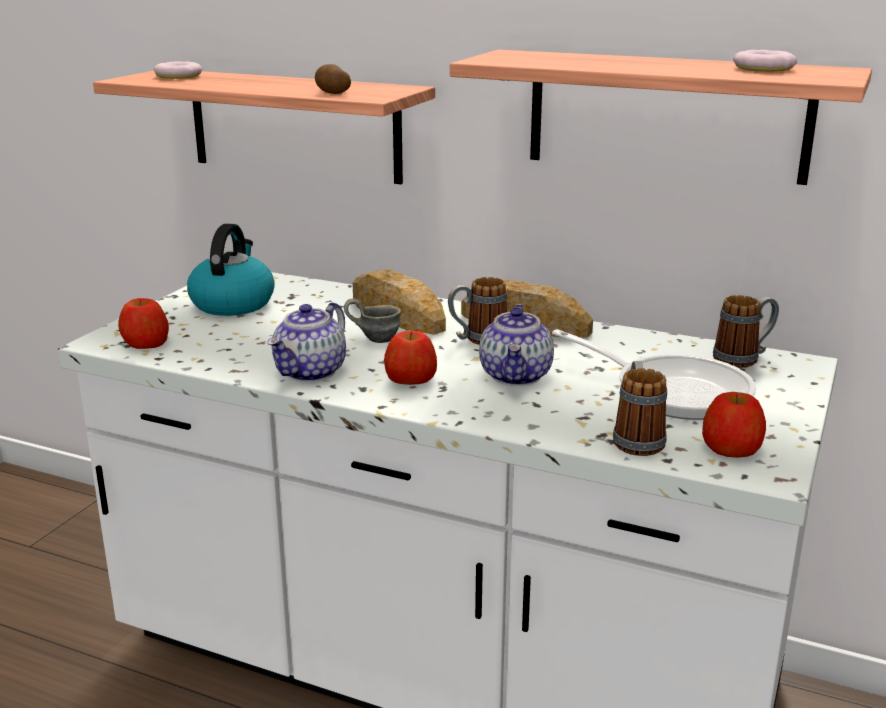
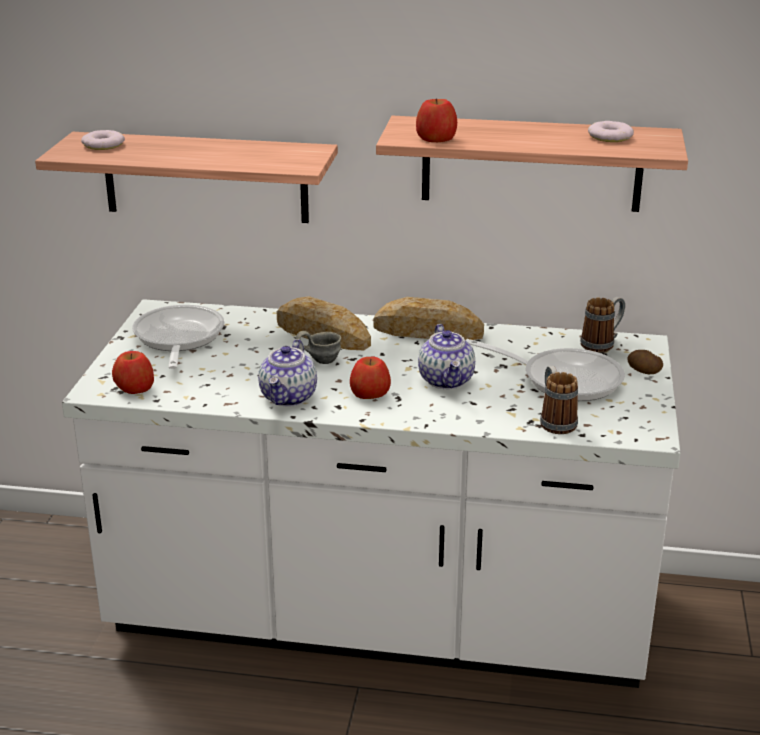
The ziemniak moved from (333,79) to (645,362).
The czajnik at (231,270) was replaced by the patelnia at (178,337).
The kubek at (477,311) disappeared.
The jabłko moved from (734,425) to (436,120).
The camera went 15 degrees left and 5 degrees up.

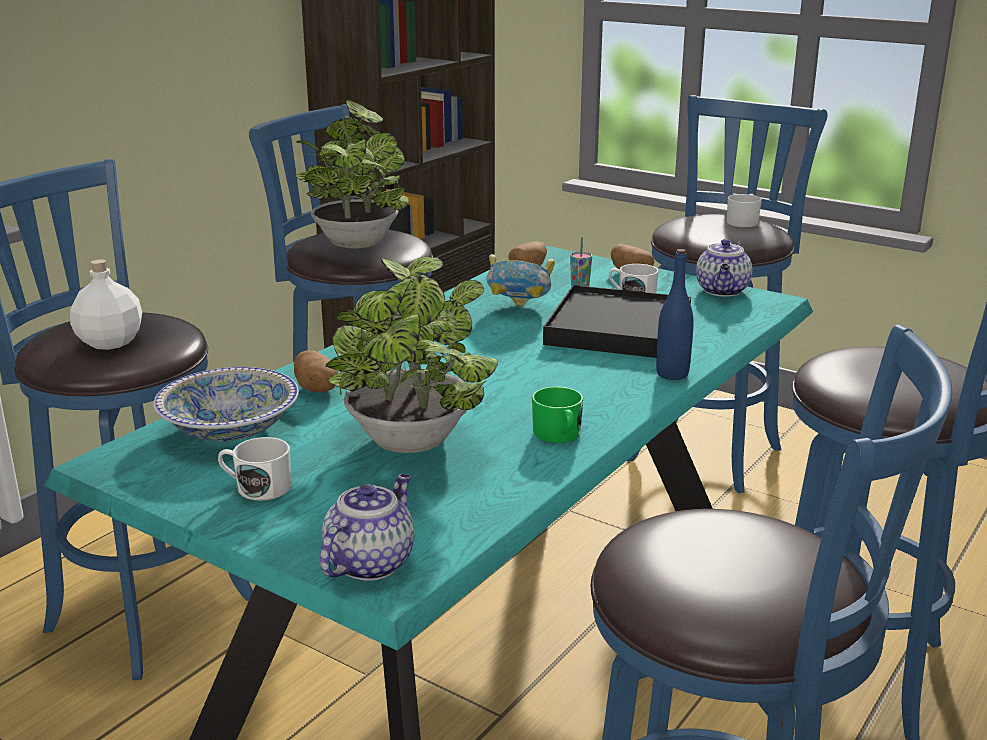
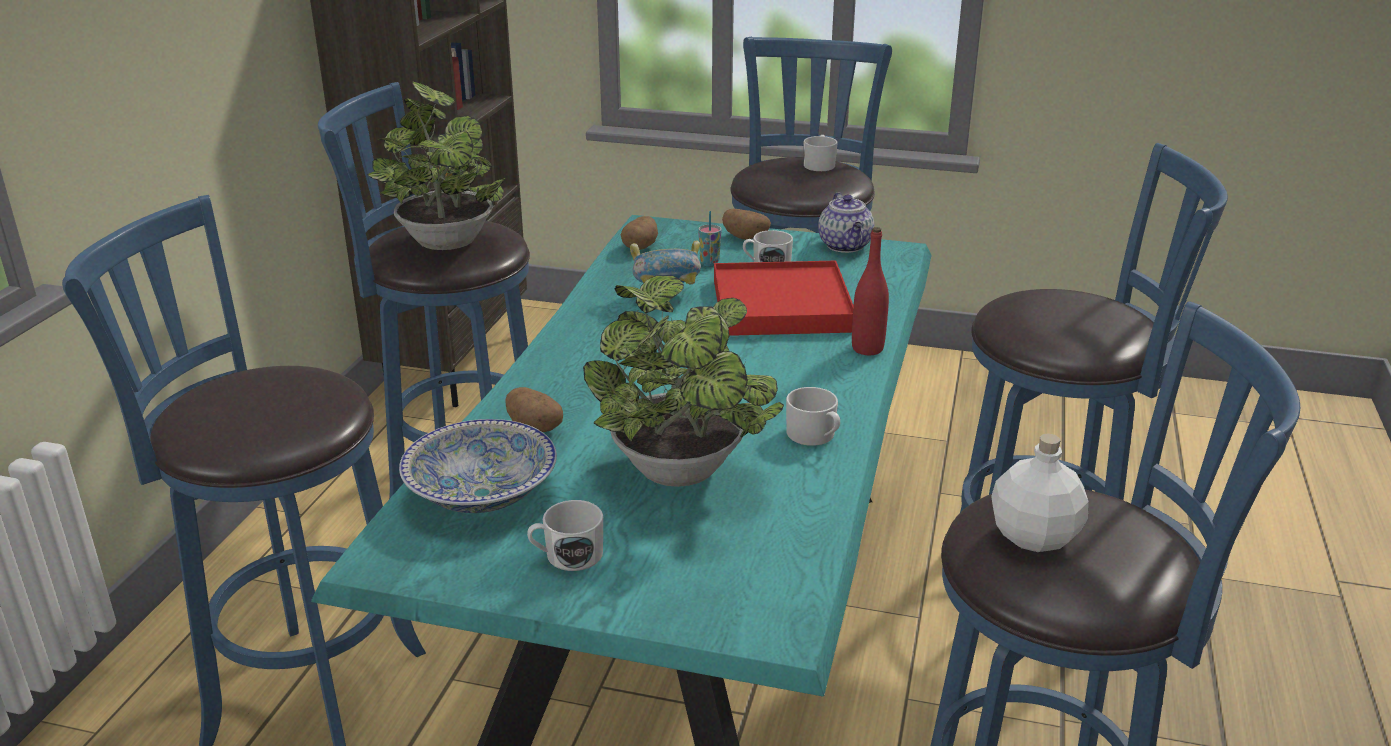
The butelka [niebieski] at (674,314) became the butelka [czerwony] at (870,291).
The butelka [biały] moved from (106,304) to (1040,492).
The taca [czarny] at (617,321) became the taca [czerwony] at (784,298).
The kubek [zielony] at (557,415) became the kubek [biały] at (813,416).
The imbryk at (367,527) disappeared.
The camera went 20 degrees left and 5 degrees up.

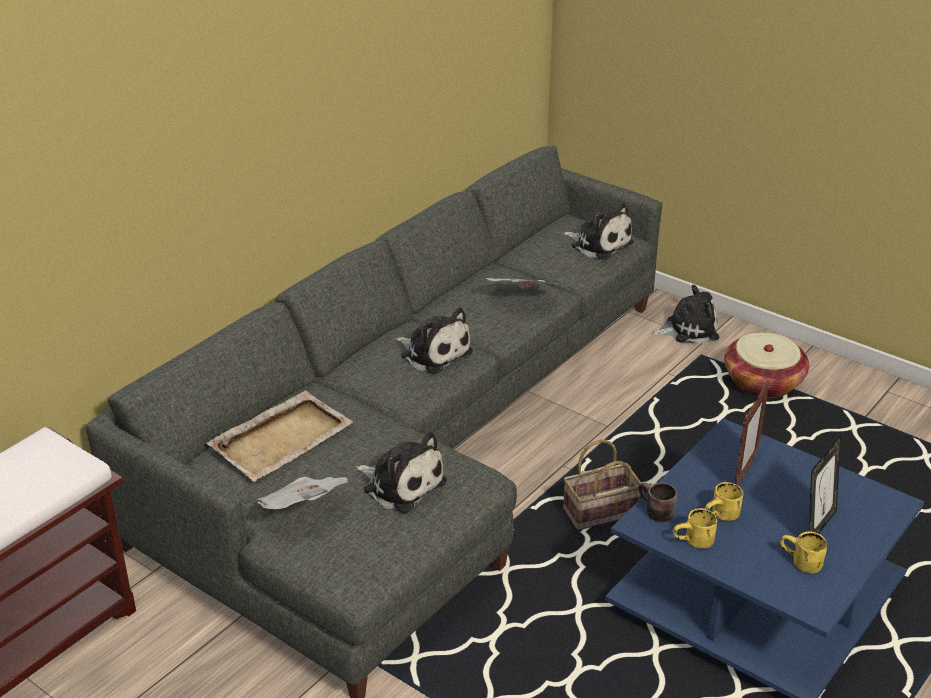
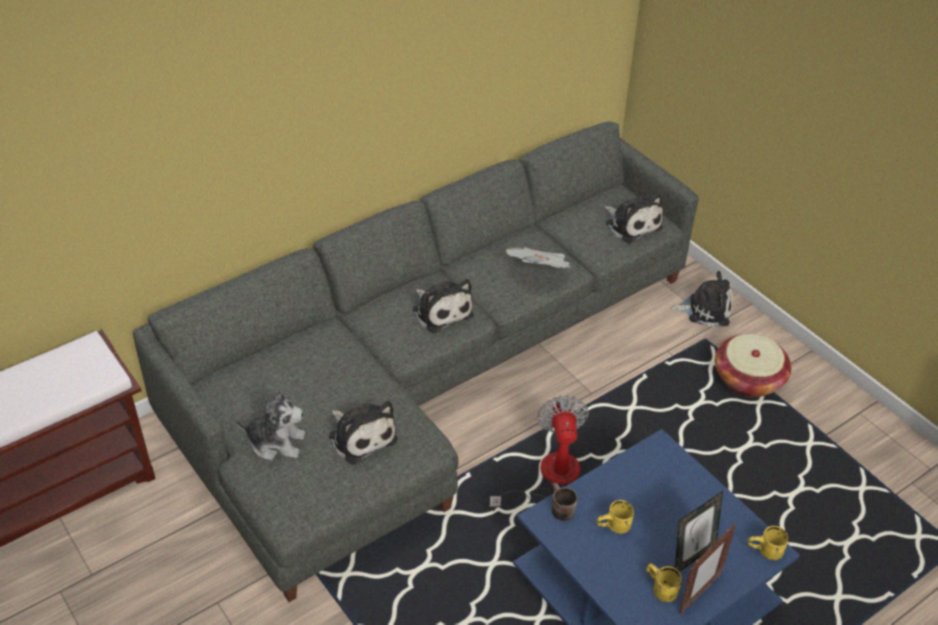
The ramka na zdjęcie moved from (752,433) to (707,569).
The taca [beżowy] at (279,436) disappeared.
The koszyk at (602,484) was replaced by the wentylator at (539,453).
The gazeta at (302,493) was replaced by the pluszak at (270,425).
The kubek [żółty] moved from (695,528) to (768,542).
The camera went 15 degrees right and 10 degrees up.

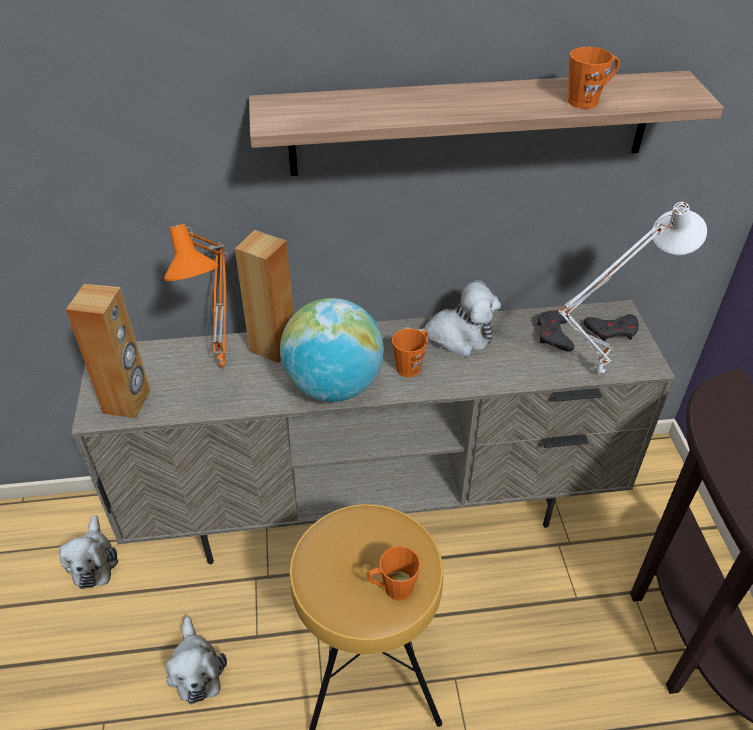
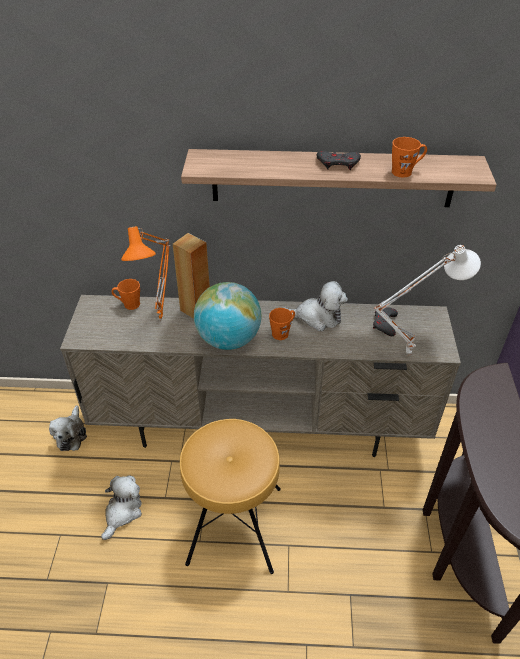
The głośnik [brązowy] at (108,351) disappeared.
The pad do gier [szary] moved from (611,328) to (339,160).
The kubek [pomarańczowy] moved from (394,573) to (126,294).
The pluszak at (196,660) turned 150 degrees counterclockwise.
The camera went 10 degrees right and 0 degrees up.

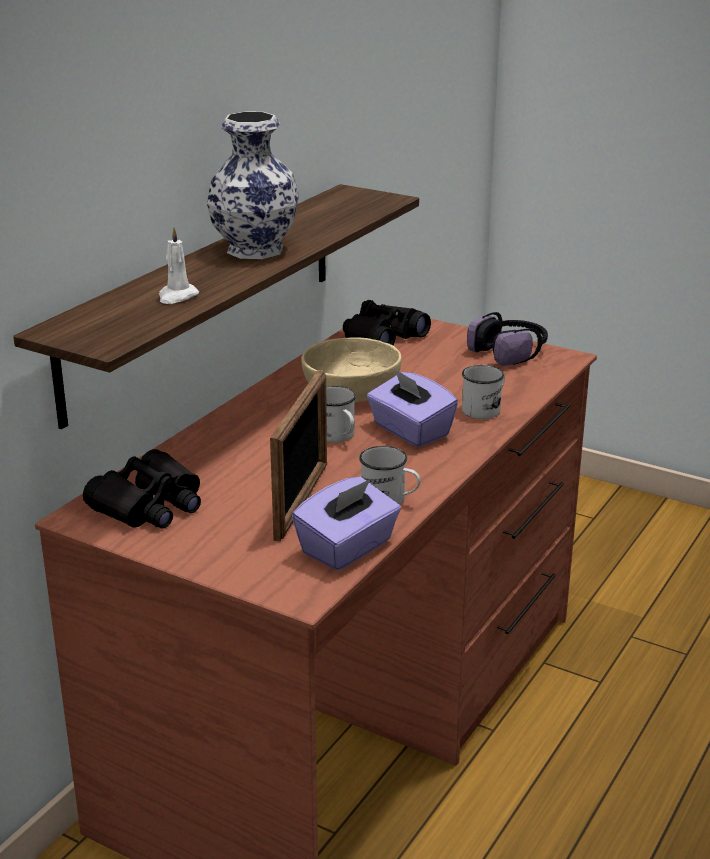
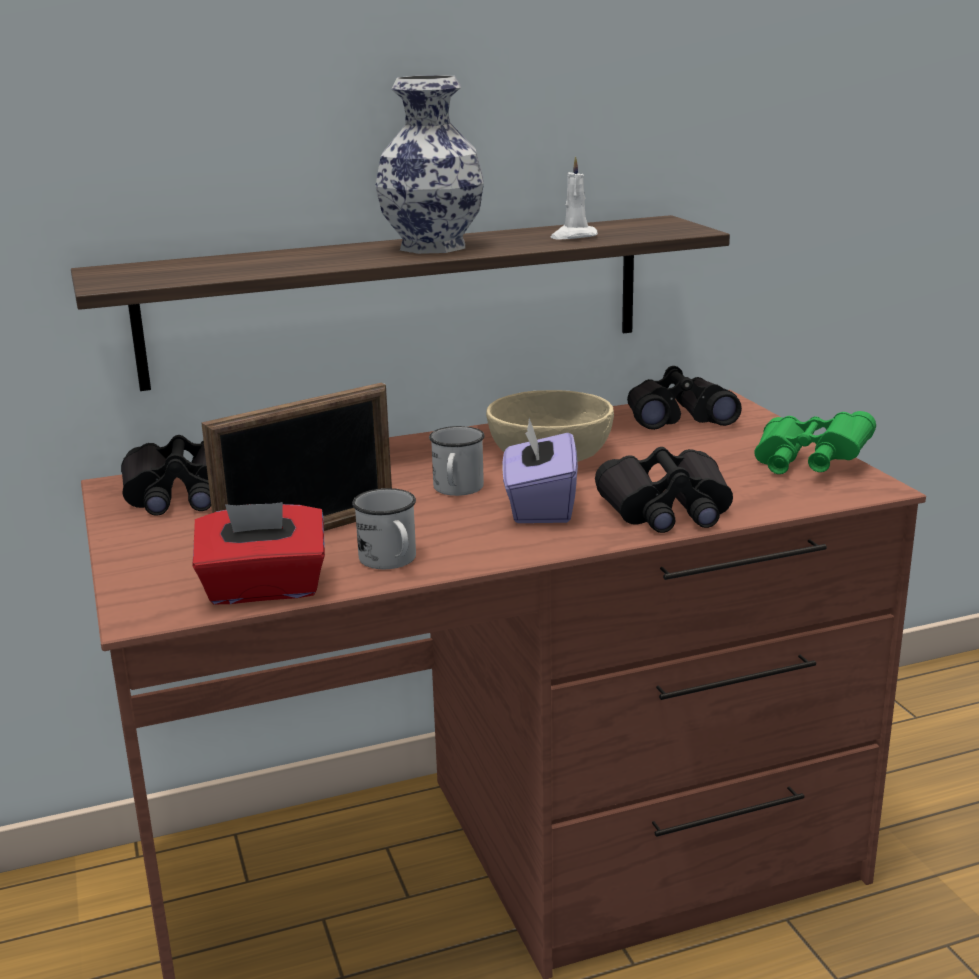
The świeca [biały] moved from (179,265) to (574,198).
The słuchawki at (507,339) was replaced by the lornetka [zielony] at (815,442).
The kubek [biały] at (483,392) was replaced by the lornetka [czarny] at (664,490).
The pudełko chusteczek [fioletowy] at (346,523) became the pudełko chusteczek [czerwony] at (258,553).
The camera went 40 degrees right and 5 degrees down.

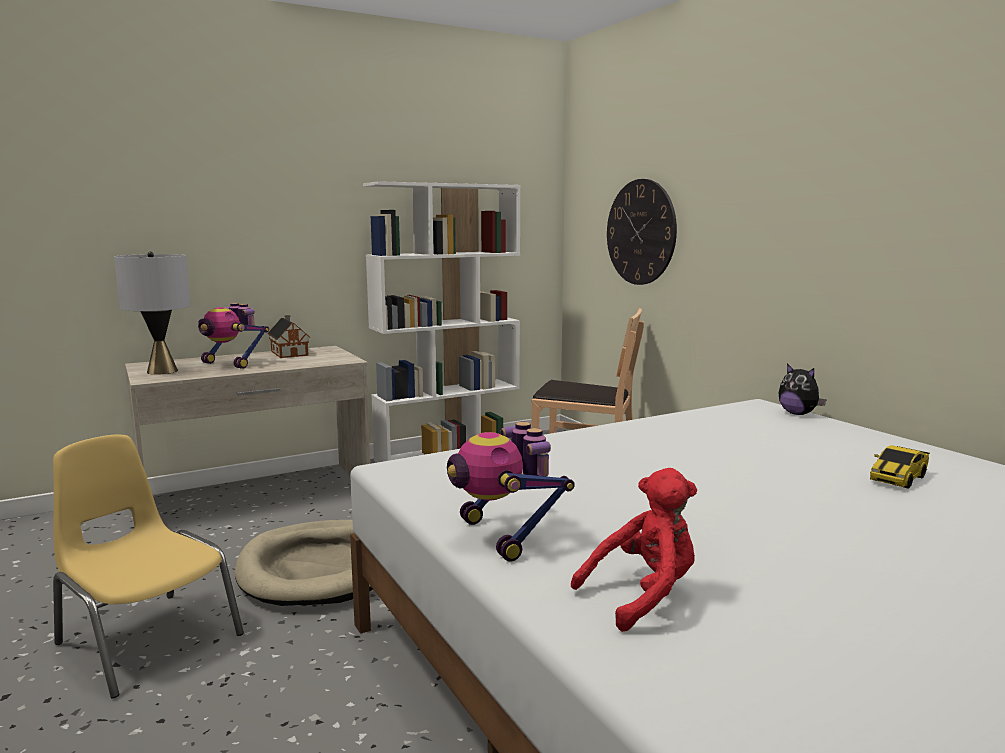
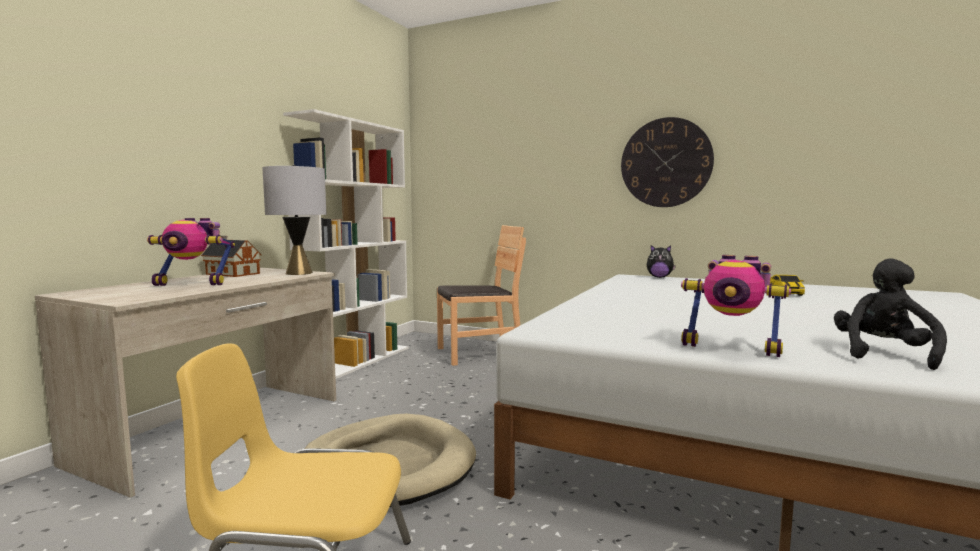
The zegar ścienny moved from (642,232) to (667,162).
The lampa stołowa [szary] moved from (152,313) to (294,219).
The pluszak [czerwony] at (634,550) became the pluszak [czarny] at (890,314).
The camera went 35 degrees left and 5 degrees down.

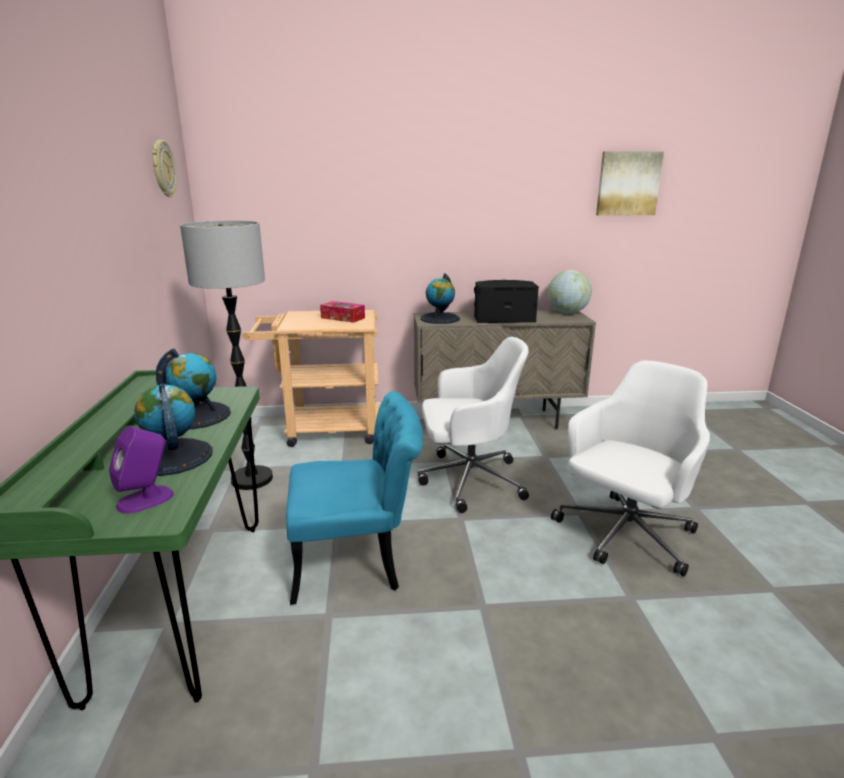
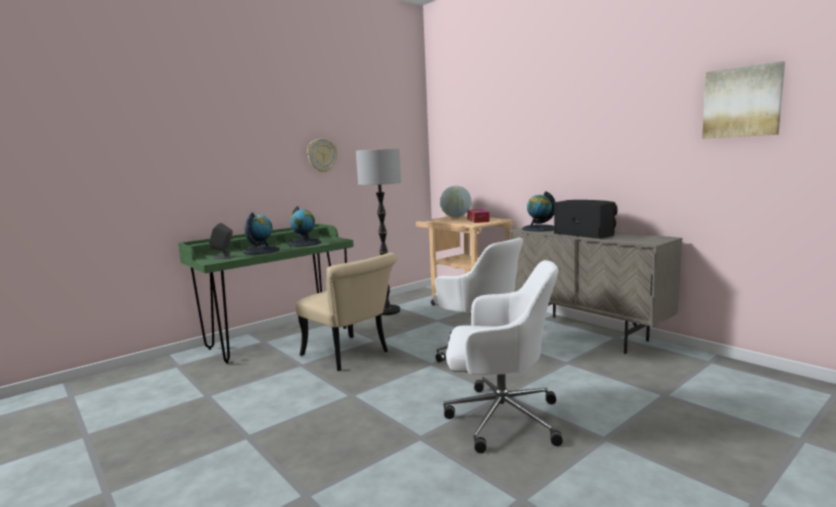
The zegar ścienny moved from (164,168) to (322,155).
The globus moved from (570,291) to (456,201).
The krzesło [turkusowy] at (354,498) became the krzesło [beżowy] at (346,312).
The głośnik [fioletowy] at (141,470) became the głośnik [szary] at (222,241).
The camera went 55 degrees right and 10 degrees down.

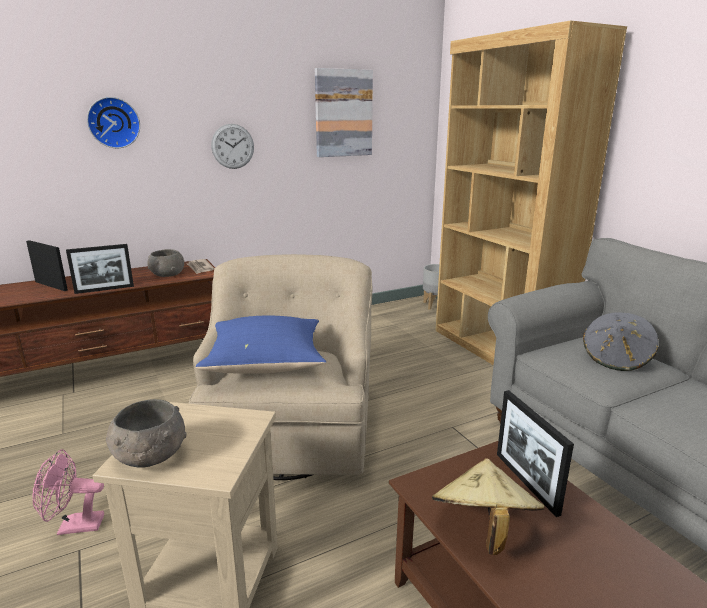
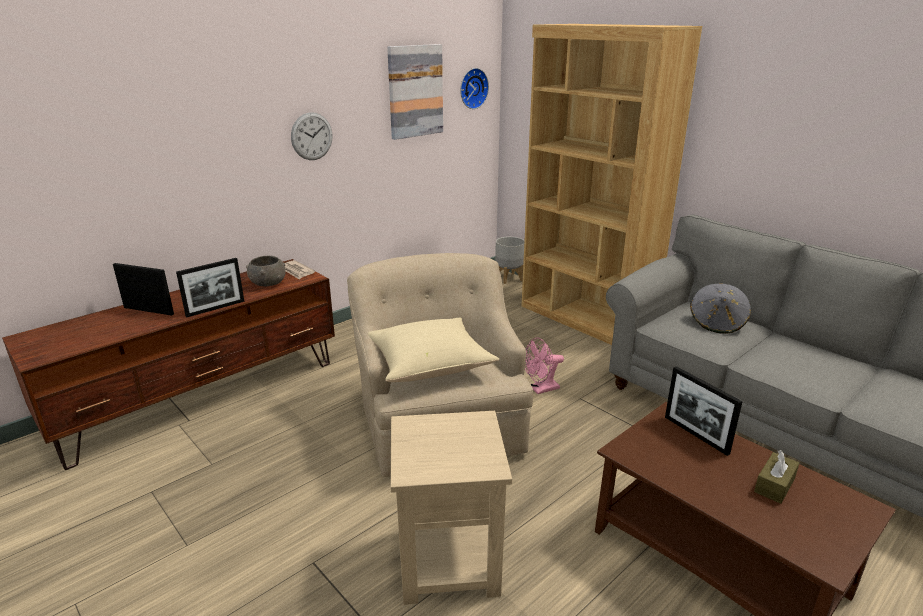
The zegar ścienny moved from (113,122) to (474,88).
The poduszka [niebieski] at (261,345) became the poduszka [beżowy] at (433,350).
The miska [szary] at (146,433) disappeared.
The wentylator [różowy] moved from (68,492) to (544,365).
The kapelusz [beżowy] at (488,506) disappeared.
The pudełko chusteczek [brązowy] at (776,477) appeared.
The camera went 15 degrees left and 5 degrees up.

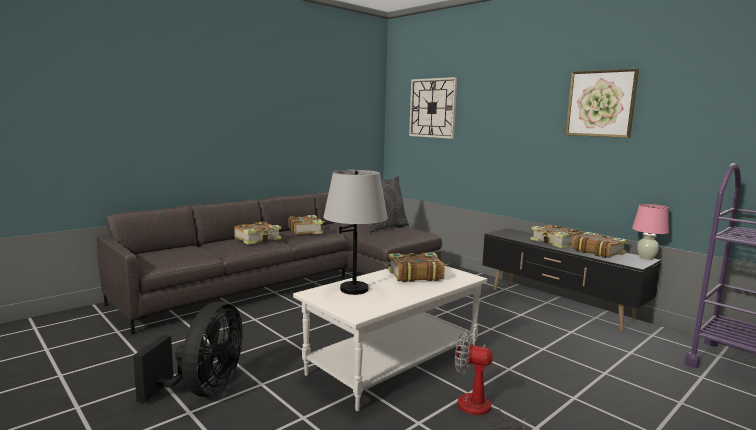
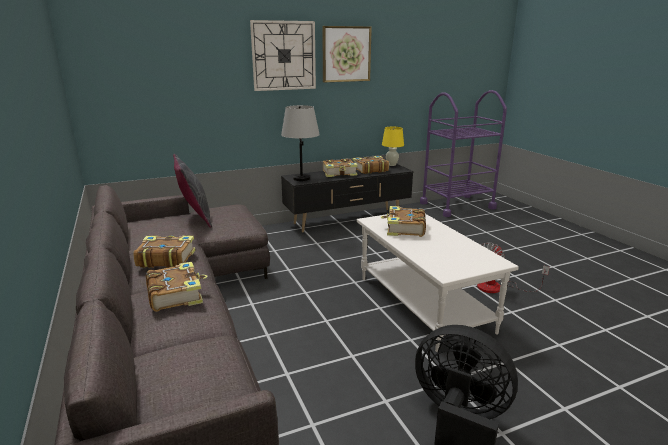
The zegar ścienny moved from (433,108) to (283,55).
The lampa stołowa [szary] moved from (355,232) to (300,143).
The lampa stołowa [różowy] at (650,232) became the lampa stołowa [żółty] at (393,146).
The camera went 70 degrees left and 10 degrees up.

